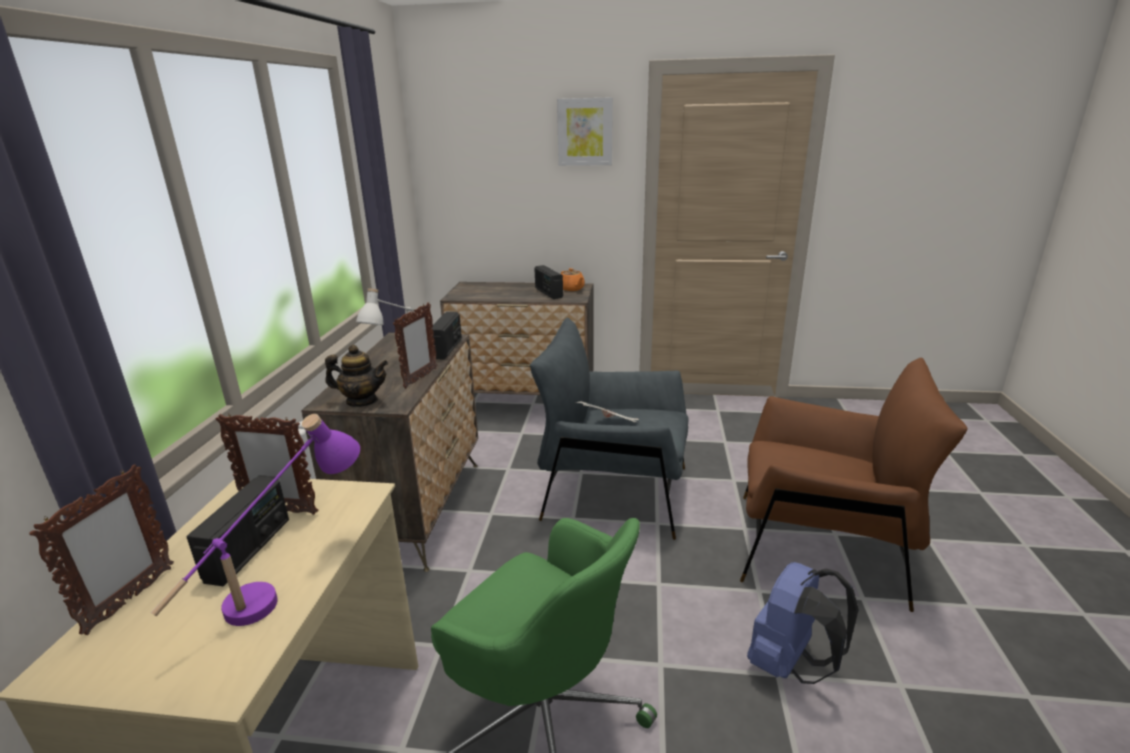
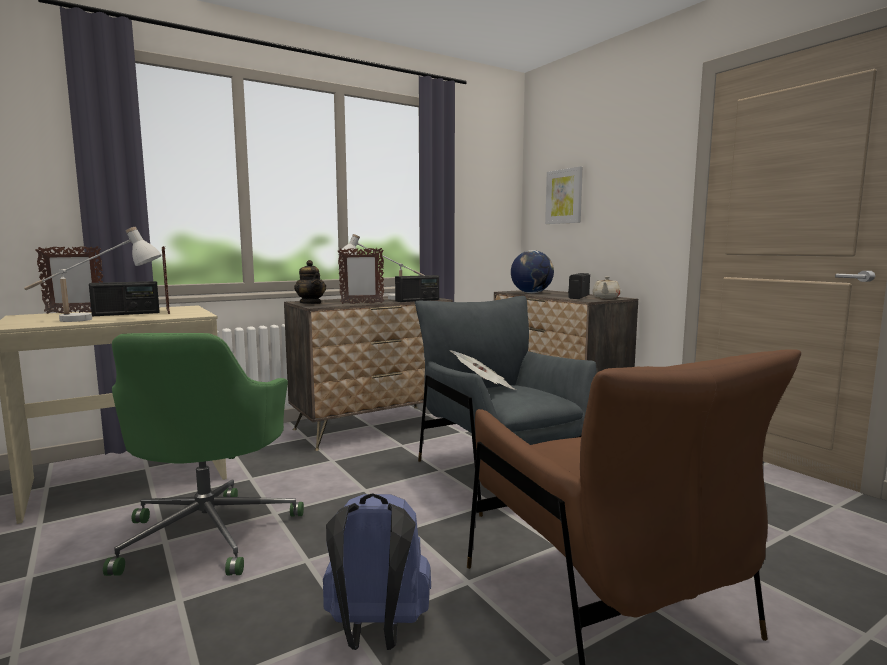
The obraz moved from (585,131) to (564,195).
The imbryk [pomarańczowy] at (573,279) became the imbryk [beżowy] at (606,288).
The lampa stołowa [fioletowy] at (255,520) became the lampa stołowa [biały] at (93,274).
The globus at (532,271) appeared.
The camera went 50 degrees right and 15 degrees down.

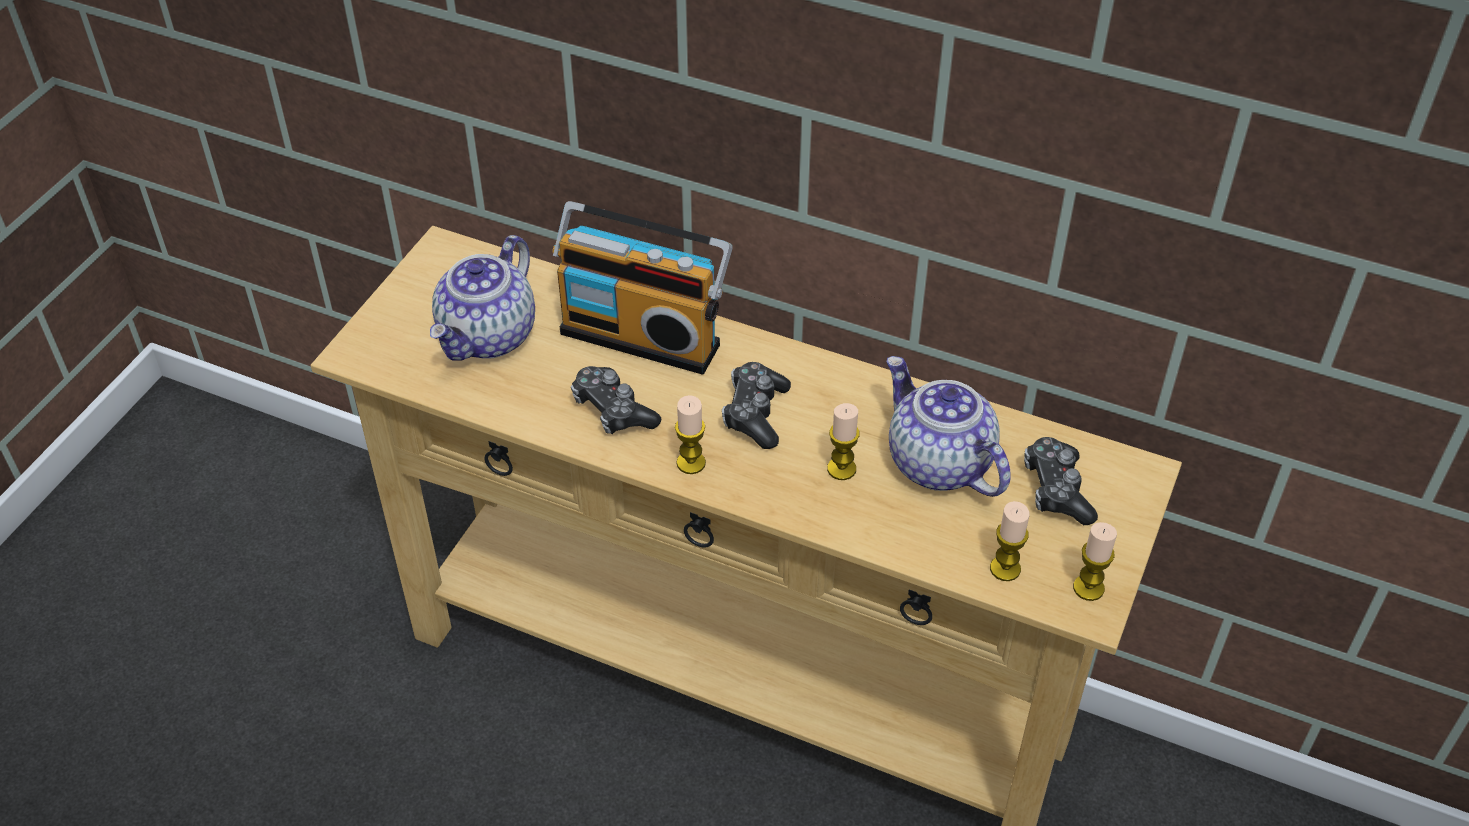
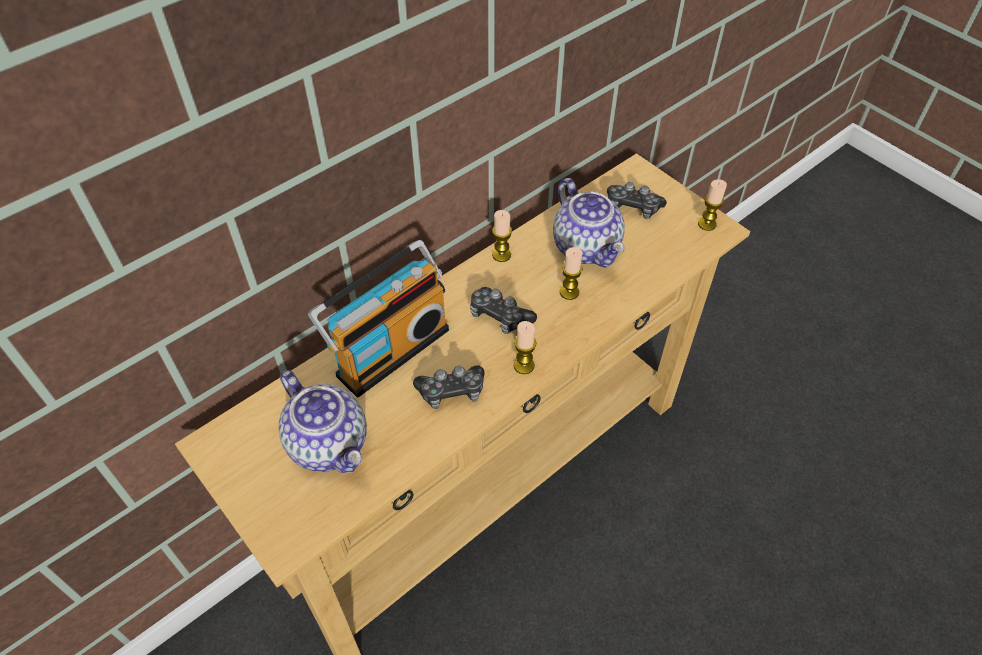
The imbryk at (949,426) turned 105 degrees counterclockwise.
The świeca moved from (1009,541) to (502,236).
The camera went 65 degrees left and 5 degrees up.

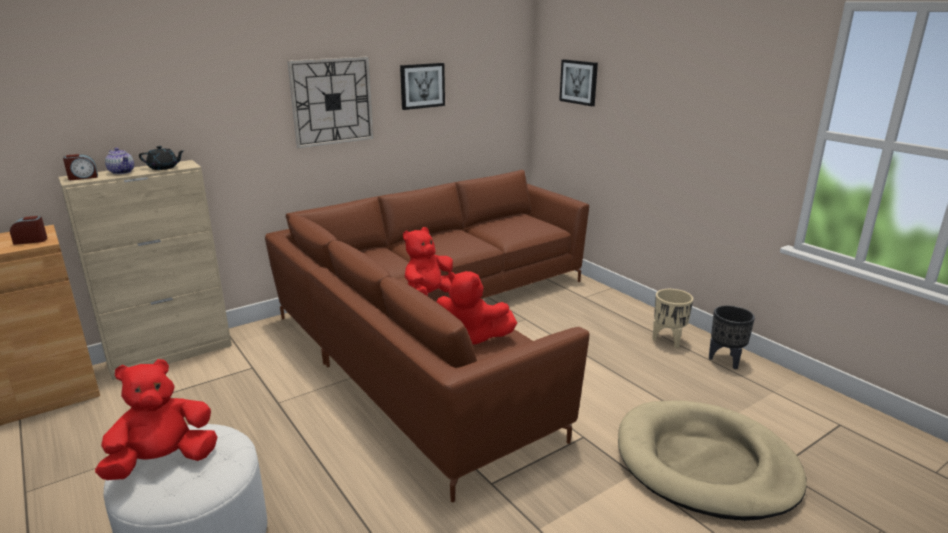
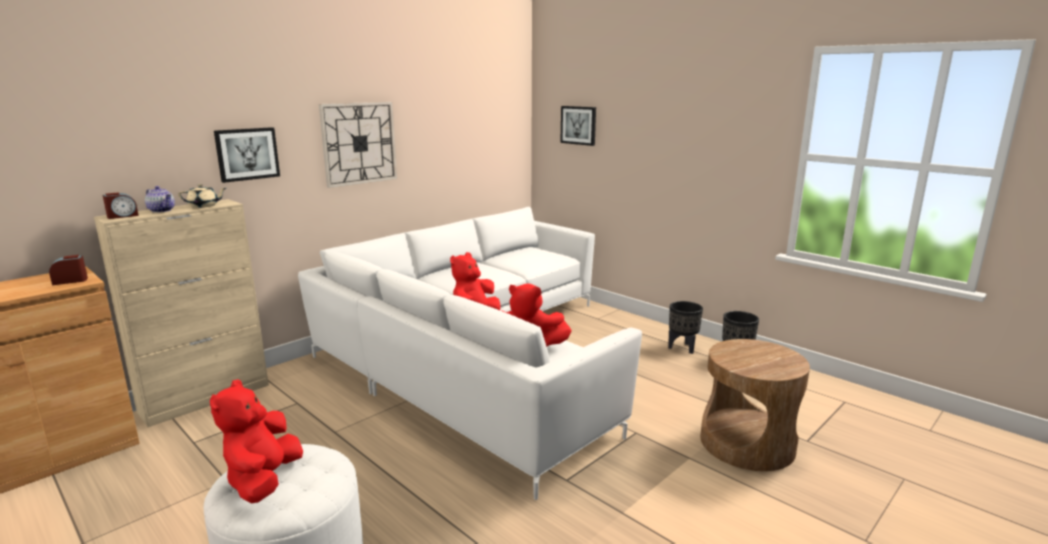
The obraz moved from (422,86) to (247,155).
The imbryk [czarny] at (162,158) became the imbryk [beżowy] at (202,196).
The kanapa [brązowy] at (427,336) became the kanapa [biały] at (470,353).
The donica [beżowy] at (673,318) became the donica [czarny] at (685,327).
The pluszak [czerwony] at (156,419) turned 45 degrees counterclockwise.
The legowisko [beżowy] at (712,461) was replaced by the stolik [brązowy] at (755,405).
The camera went 10 degrees left and 5 degrees down.

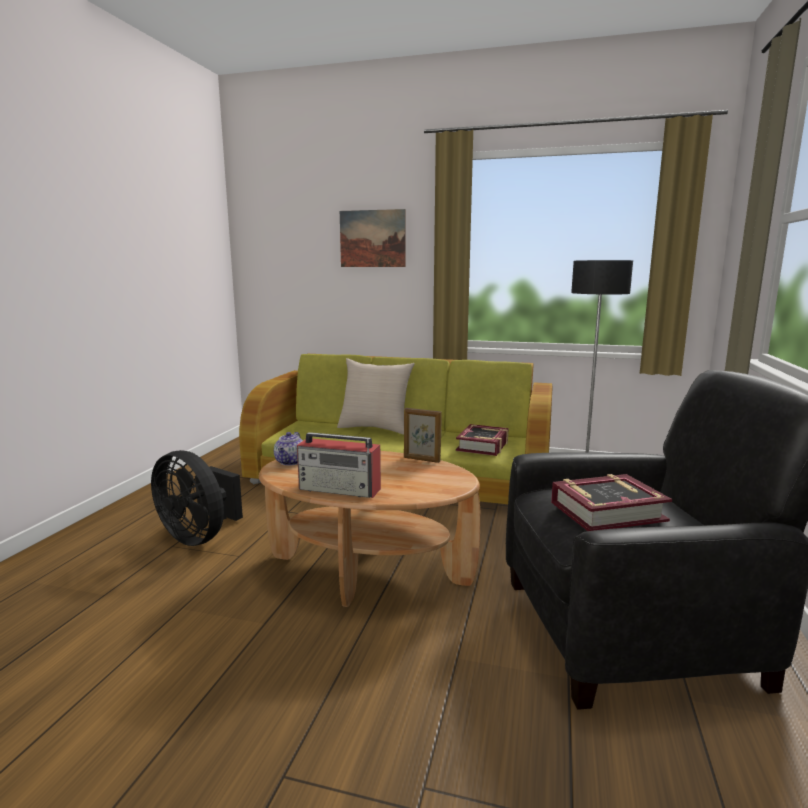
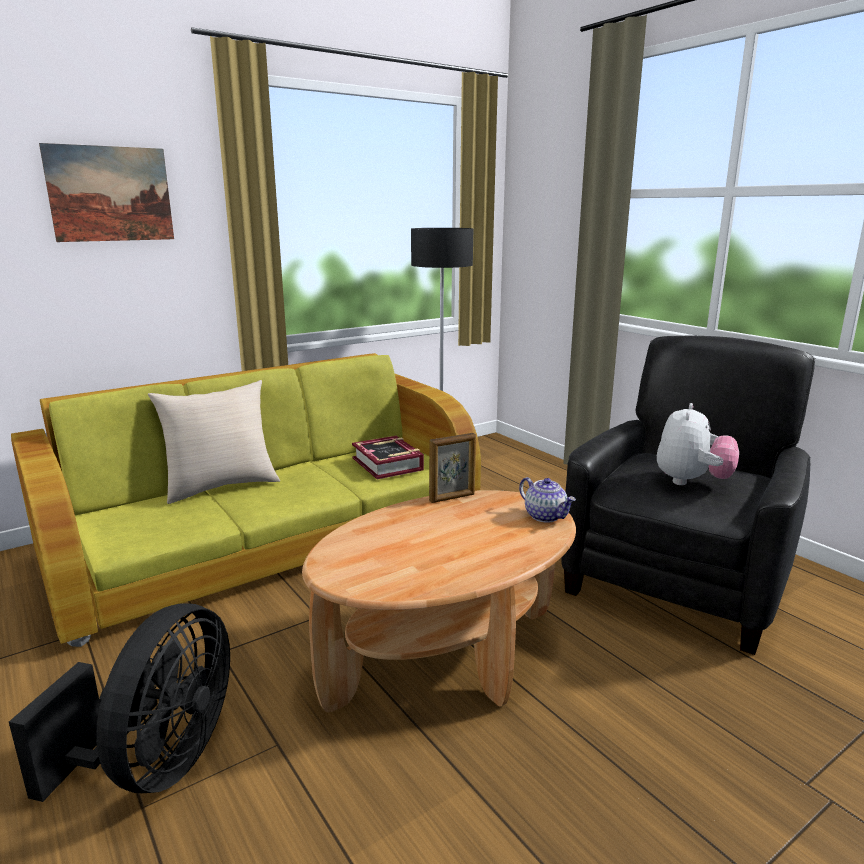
The imbryk moved from (288,449) to (547,500).
The radio at (339,465) disappeared.
The wentylator [czarny] at (197,498) turned 60 degrees counterclockwise.
The książka at (611,502) was replaced by the pluszak at (698,444).
The camera went 50 degrees left and 5 degrees up.

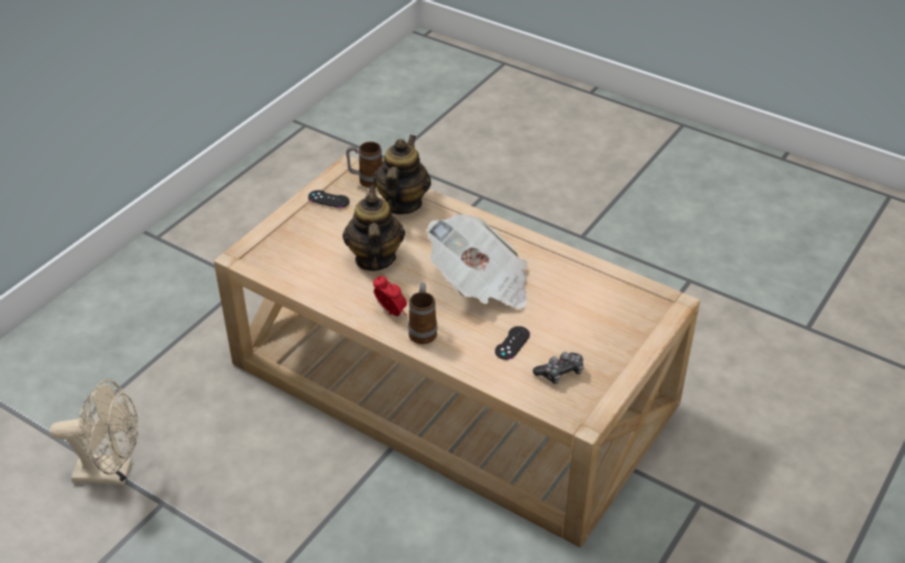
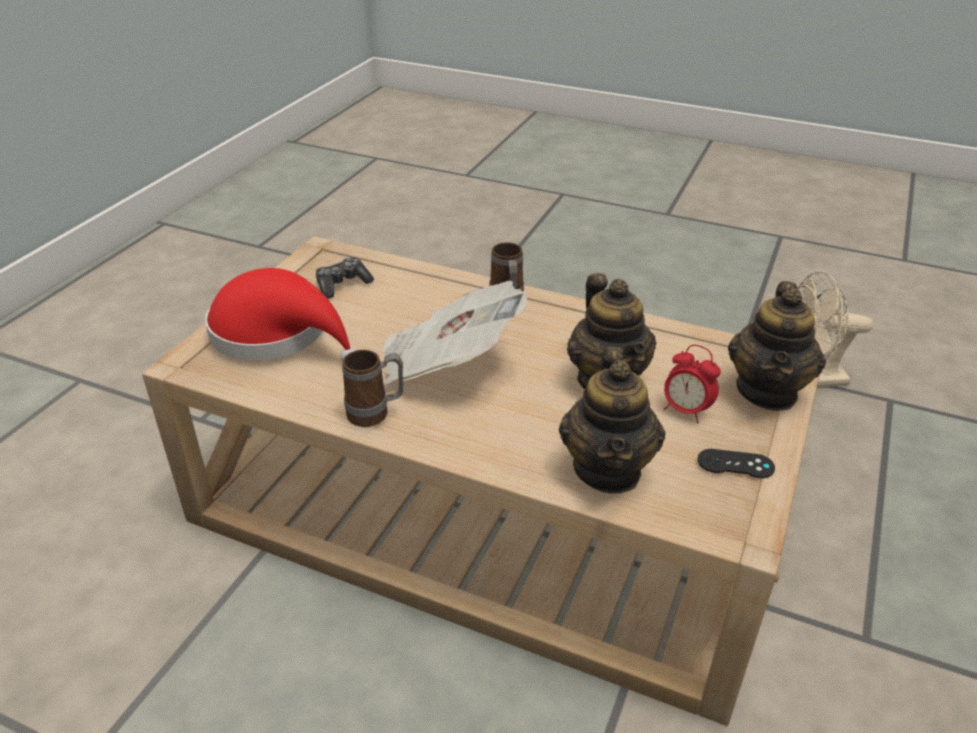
The kubek moved from (364,165) to (373,388).
The budzik moved from (390,296) to (692,384).
The pad do gier [czarny] at (512,343) disappeared.
The kapelusz [czerwony] at (280,315) appeared.
The imbryk at (777,346) appeared.
The camera went 170 degrees right and 5 degrees down.

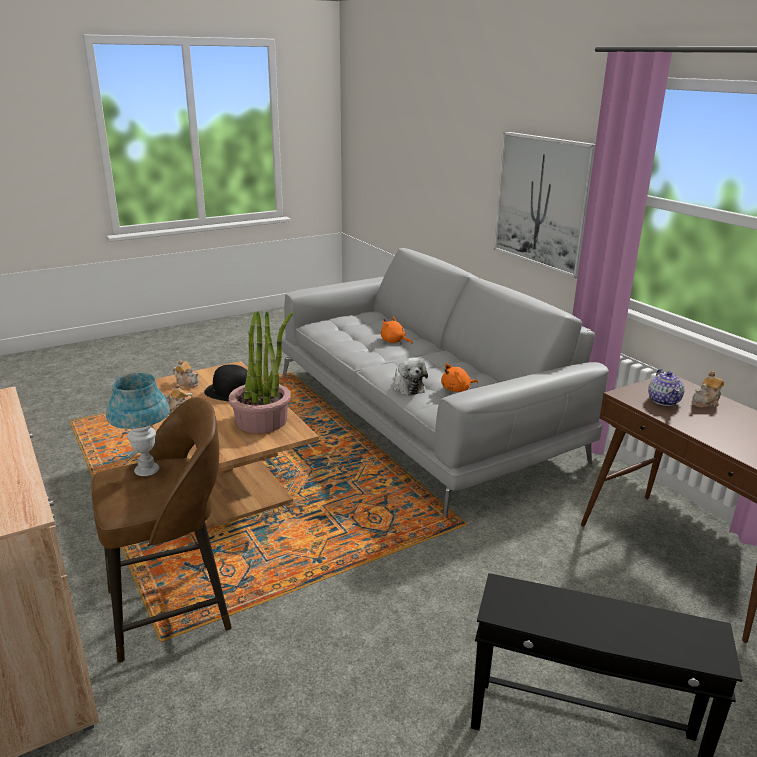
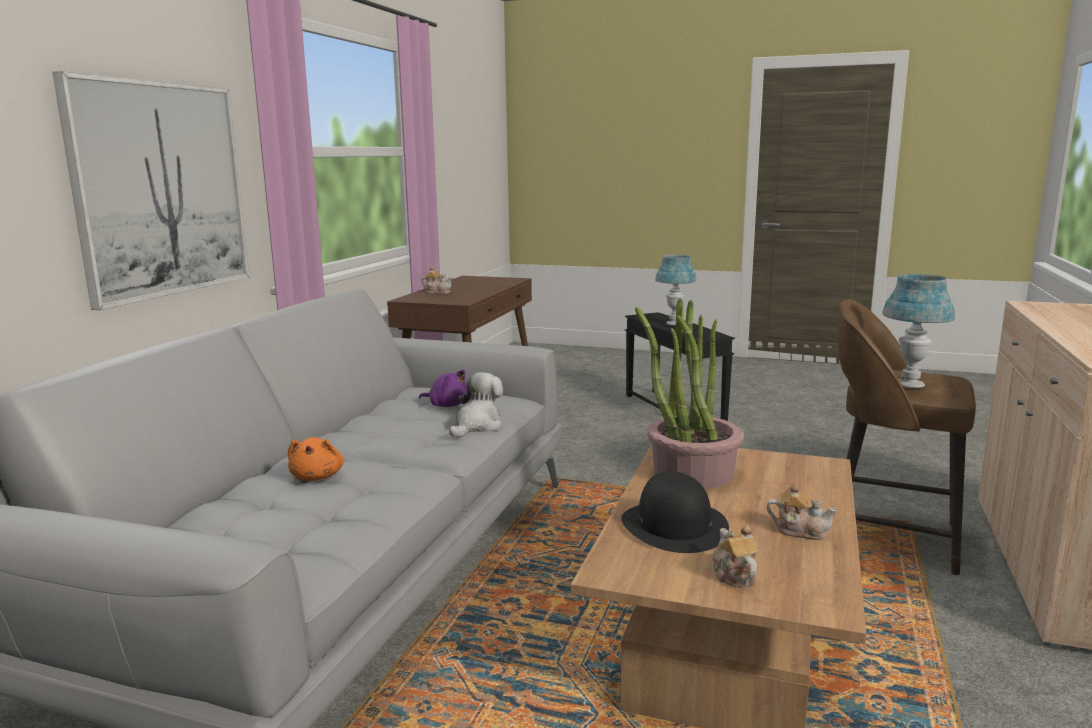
The pluszak [pomarańczowy] at (459,378) became the pluszak [fioletowy] at (443,388).
The imbryk at (666,387) disappeared.
The lampa stołowa [niebieski] at (676,290) appeared.
The camera went 130 degrees left and 10 degrees down.

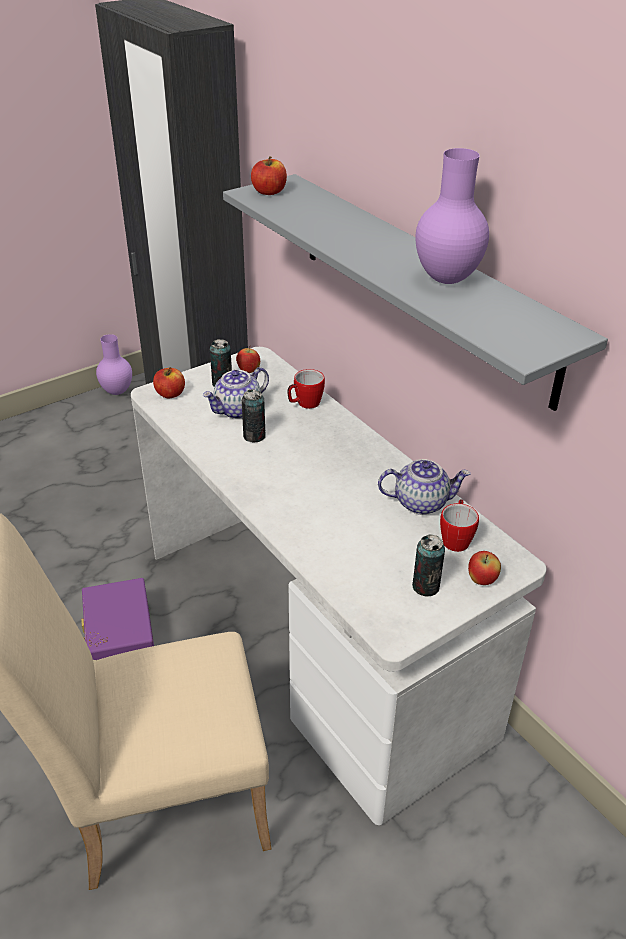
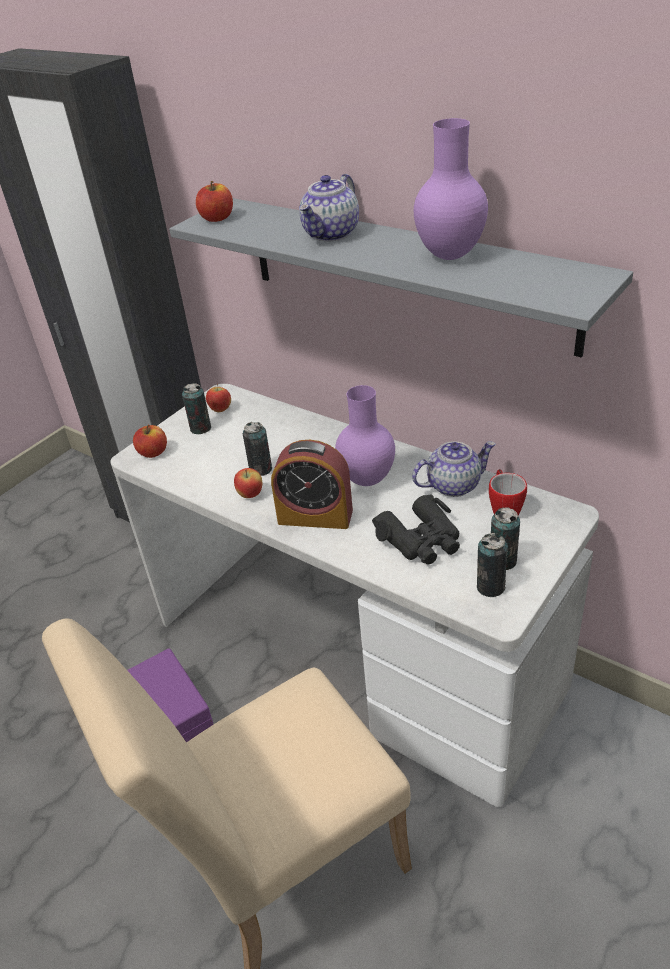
The wazon [fioletowy] moved from (114,364) to (365,435).
The imbryk moved from (236,393) to (329,207).
The kubek at (306,389) disappeared.
The jabłko moved from (484,568) to (248,483).
The budzik at (312,484) appeared.
The lornetka [czarny] at (416,529) appeared.
The puszka at (492,565) appeared.
The camera went 15 degrees left and 0 degrees up.

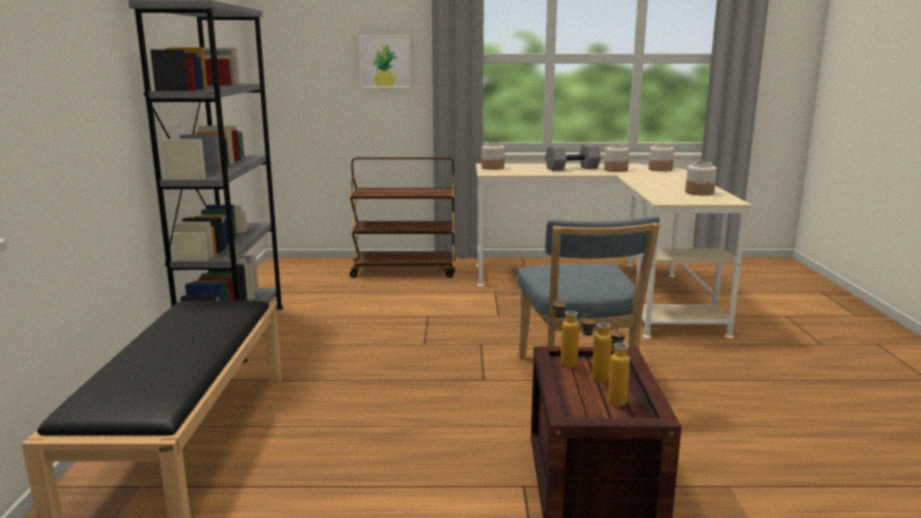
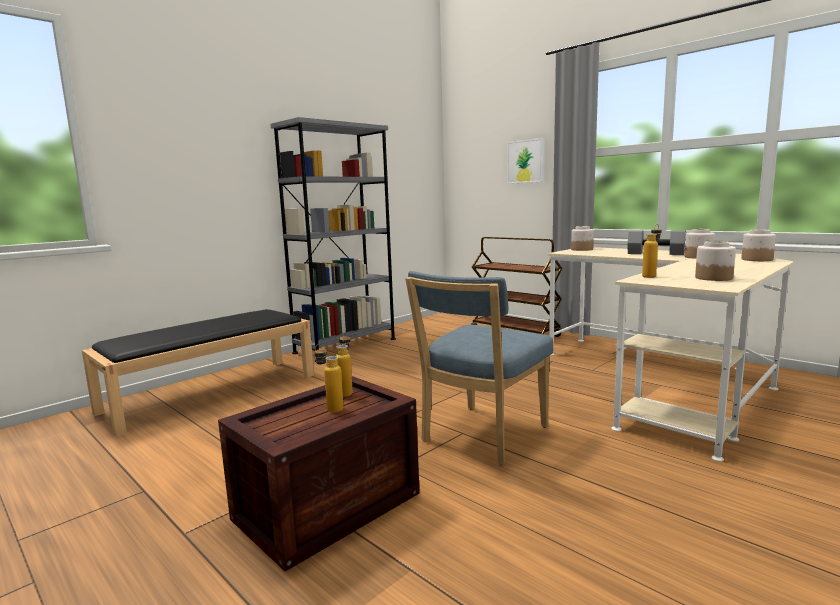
The butelka moved from (619,365) to (652,251).
The camera went 45 degrees right and 5 degrees down.

